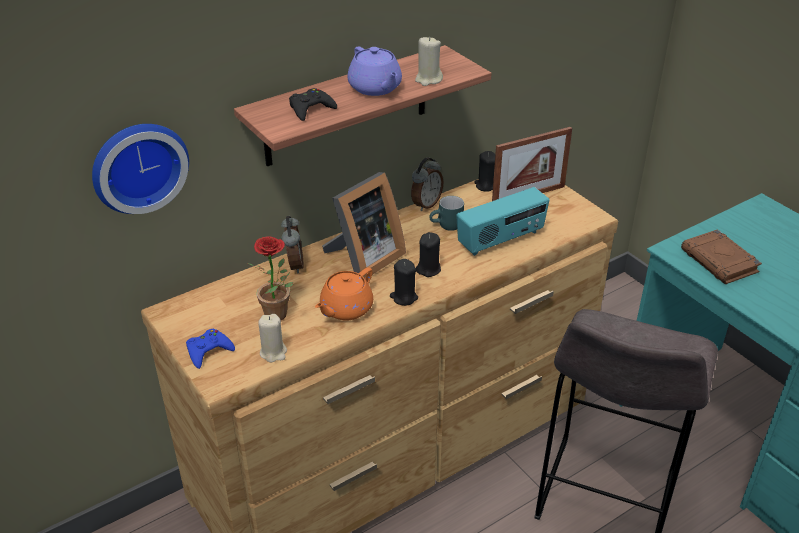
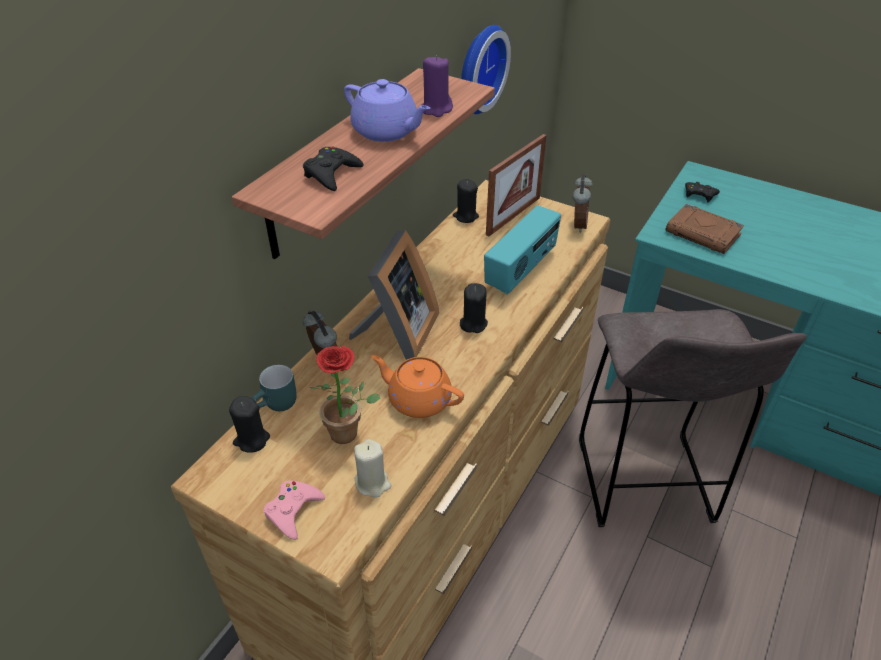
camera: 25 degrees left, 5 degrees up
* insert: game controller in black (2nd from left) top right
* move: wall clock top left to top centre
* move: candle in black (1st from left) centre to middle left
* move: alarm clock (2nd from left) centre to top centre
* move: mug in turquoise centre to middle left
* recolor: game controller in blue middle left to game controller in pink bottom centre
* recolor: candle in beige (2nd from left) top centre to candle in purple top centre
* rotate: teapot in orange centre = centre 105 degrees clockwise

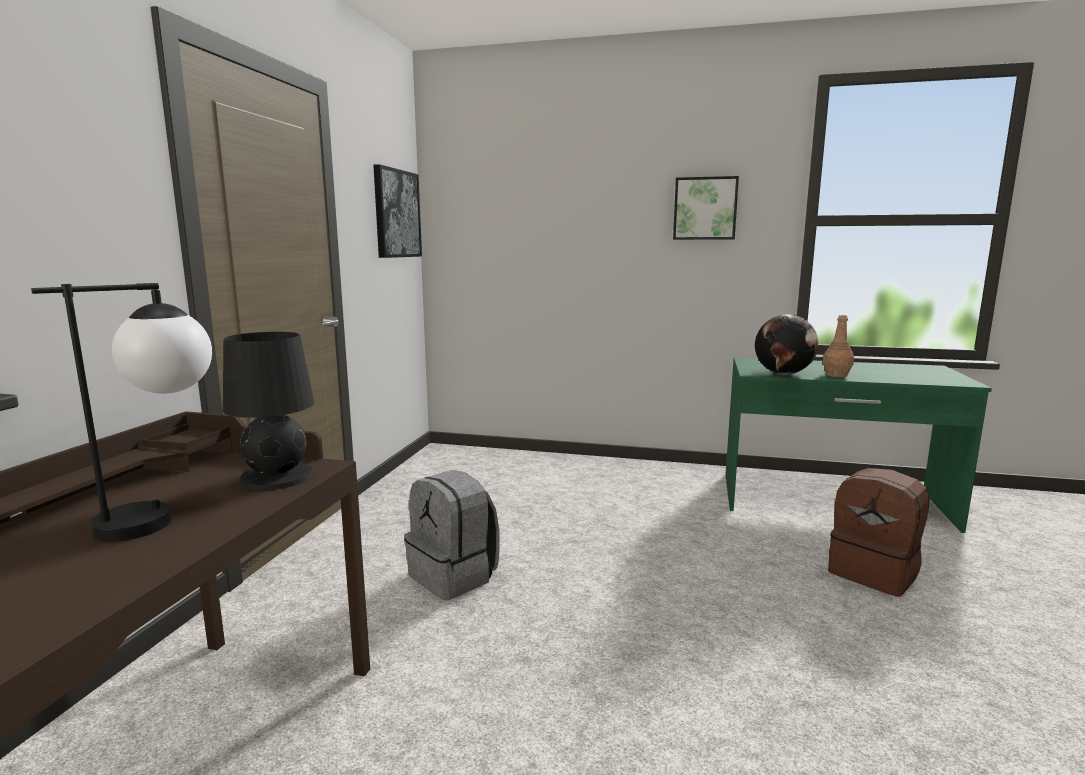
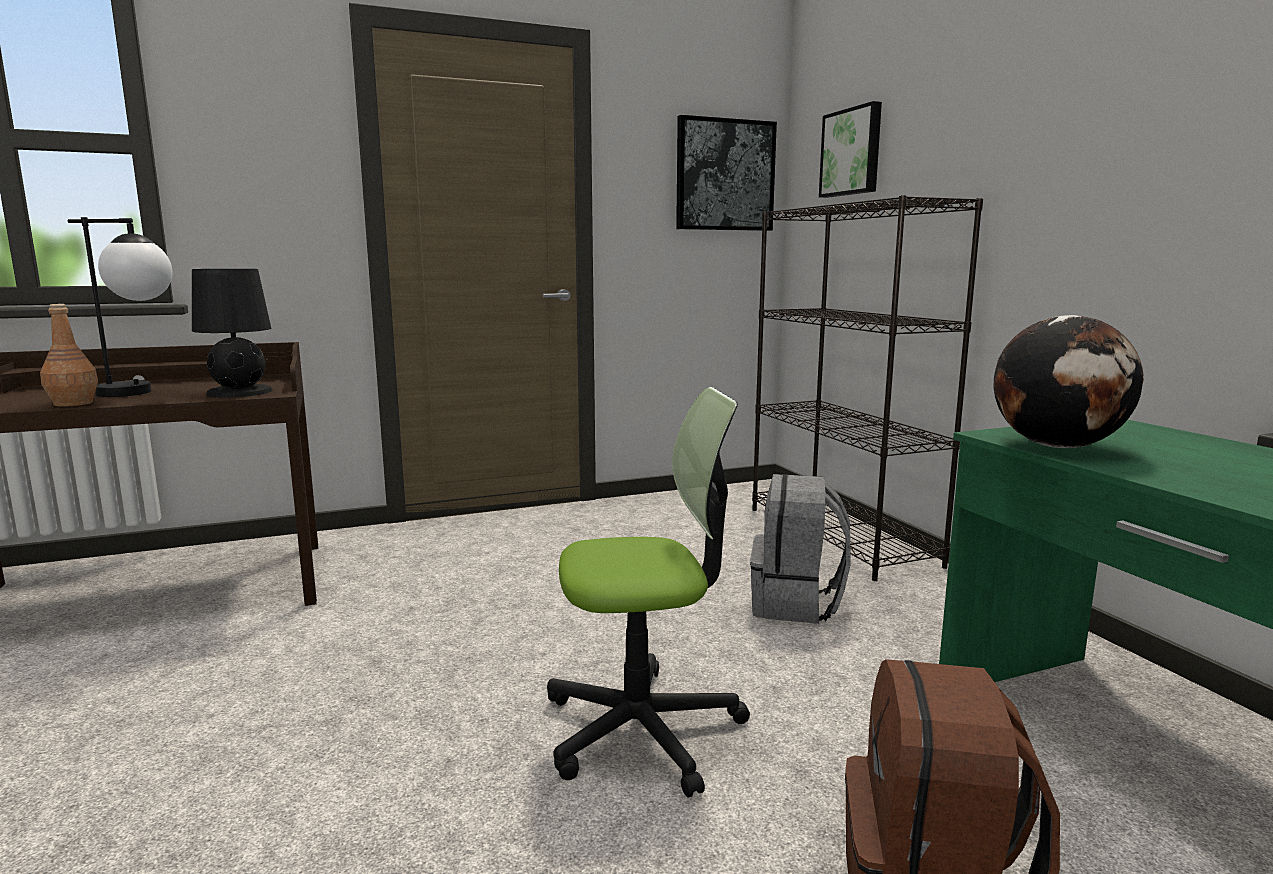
camera: 55 degrees right, 0 degrees up
* insert: office chair bottom centre
* insert: bookcase in black middle right
* move: backpack in grey bottom centre to centre
* move: picture (2nd from left) top centre to top right
* move: bottle in brown middle right to middle left

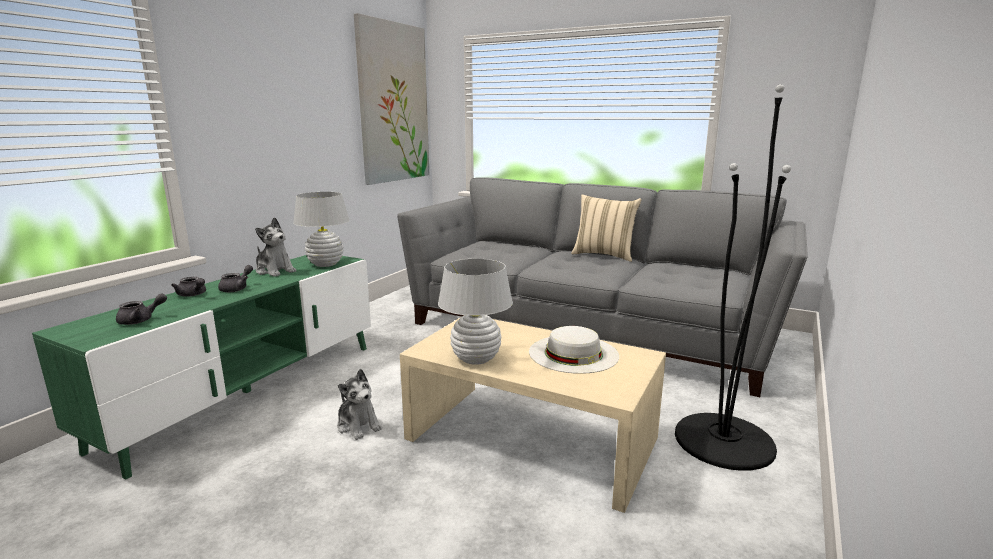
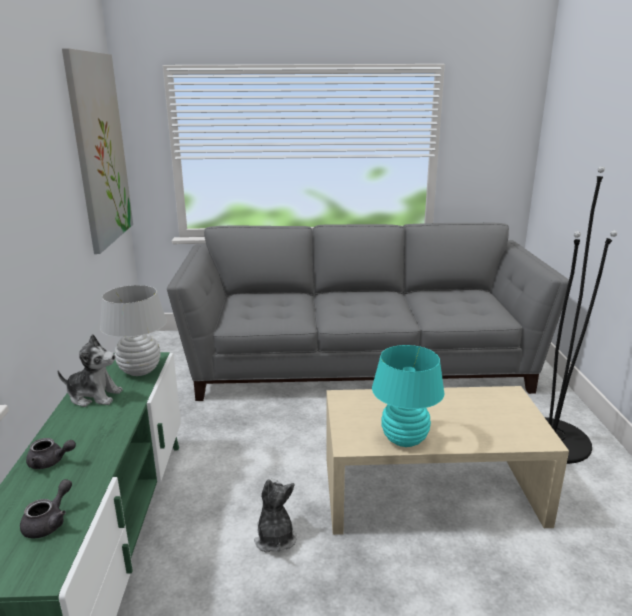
camera: 30 degrees left, 5 degrees up
* delete: teapot in grey (3rd from left) middle left
* delete: hat in white centre
* delete: pillow in beige centre
* recolor: table lamp in white (2nd from left) centre to table lamp in turquoise centre
* rotate: plush toy (2nd from left) bottom centre = bottom centre 120 degrees counterclockwise

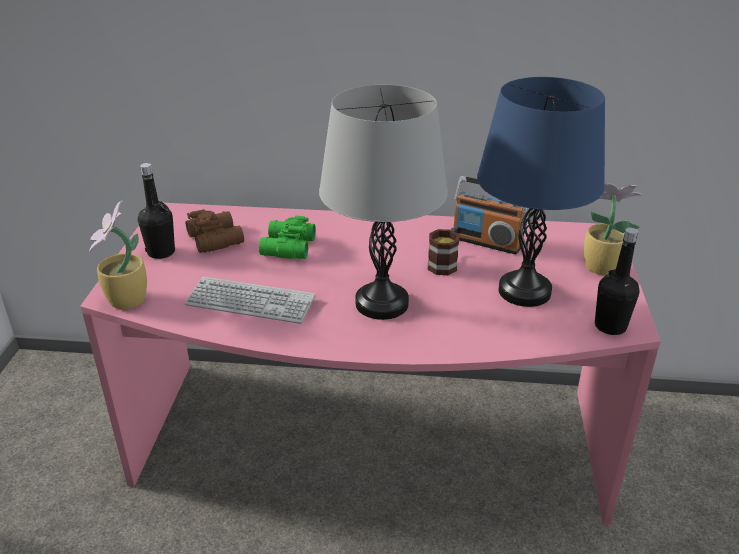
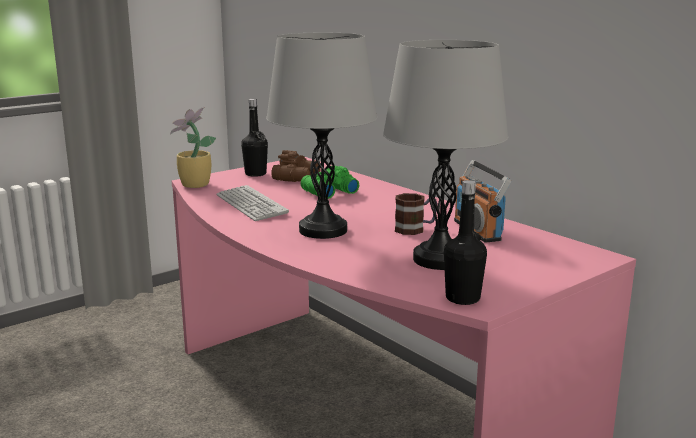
camera: 45 degrees right, 15 degrees down
* delete: potted plant (2nd from left) middle right
* recolor: table lamp in blue middle right to table lamp in grey (2nd from left) centre

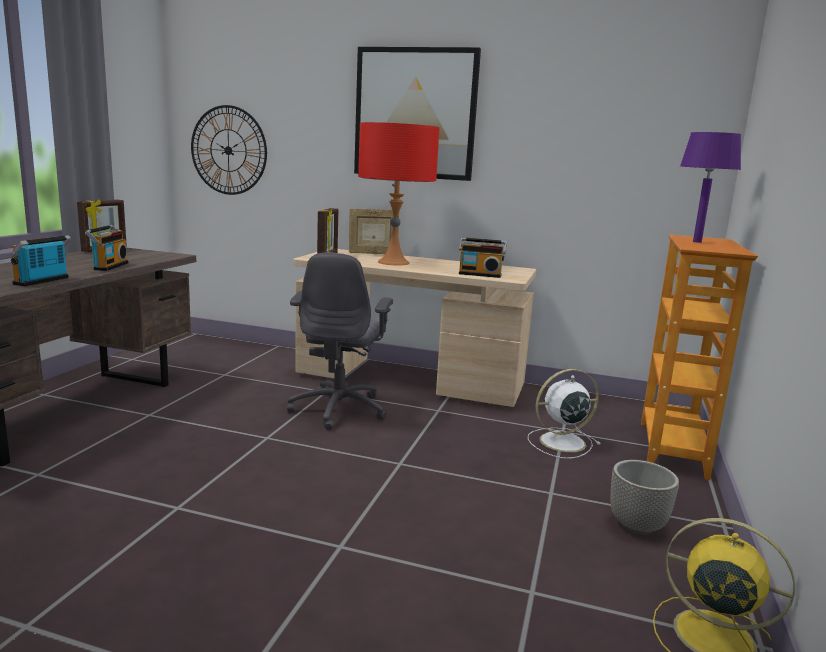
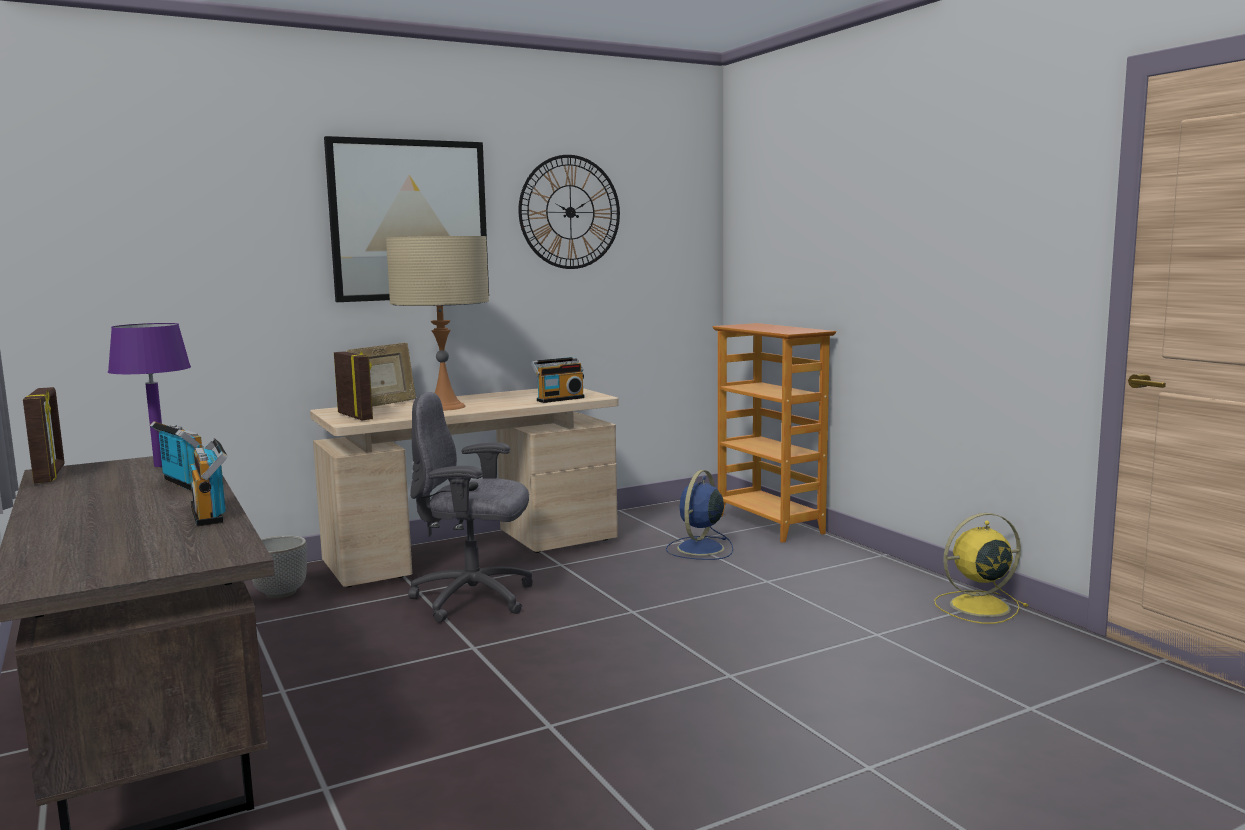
camera: 45 degrees left, 5 degrees down
* move: wall clock top left to top centre
* move: planter bottom right to bottom left
* move: table lamp in purple top right to middle left
* recolor: table lamp in red top centre to table lamp in beige centre
* recolor: fan in white middle right to fan in blue centre
* rotate: office chair in grey centre = centre 135 degrees clockwise

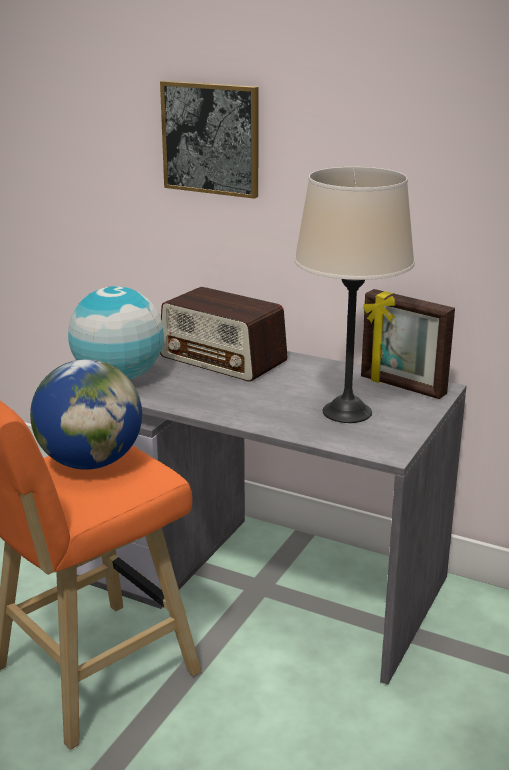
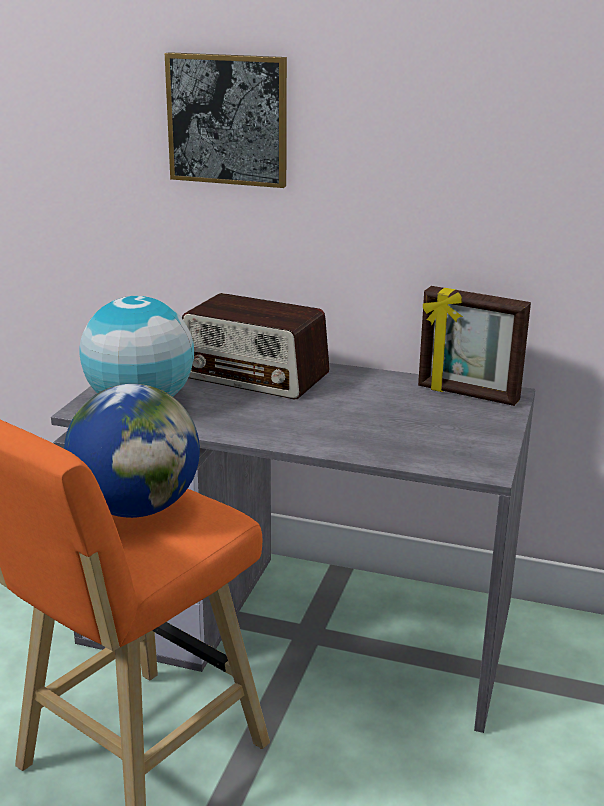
camera: 10 degrees left, 0 degrees up
* delete: table lamp in beige middle right

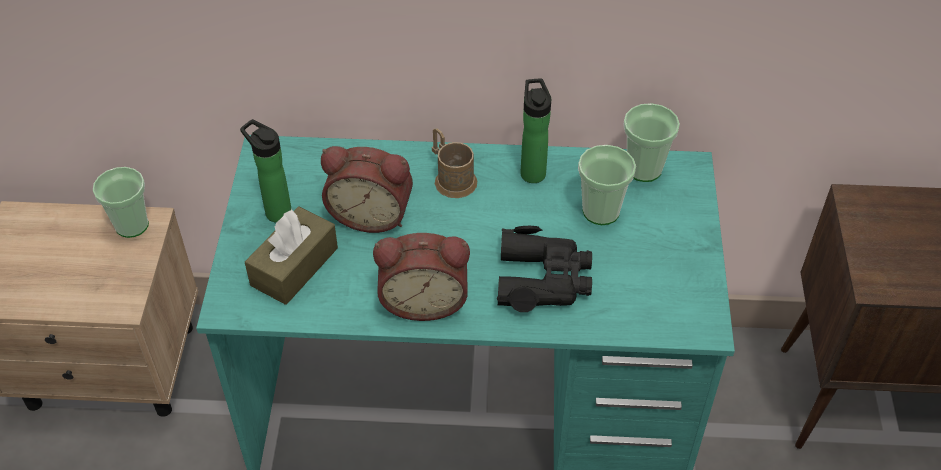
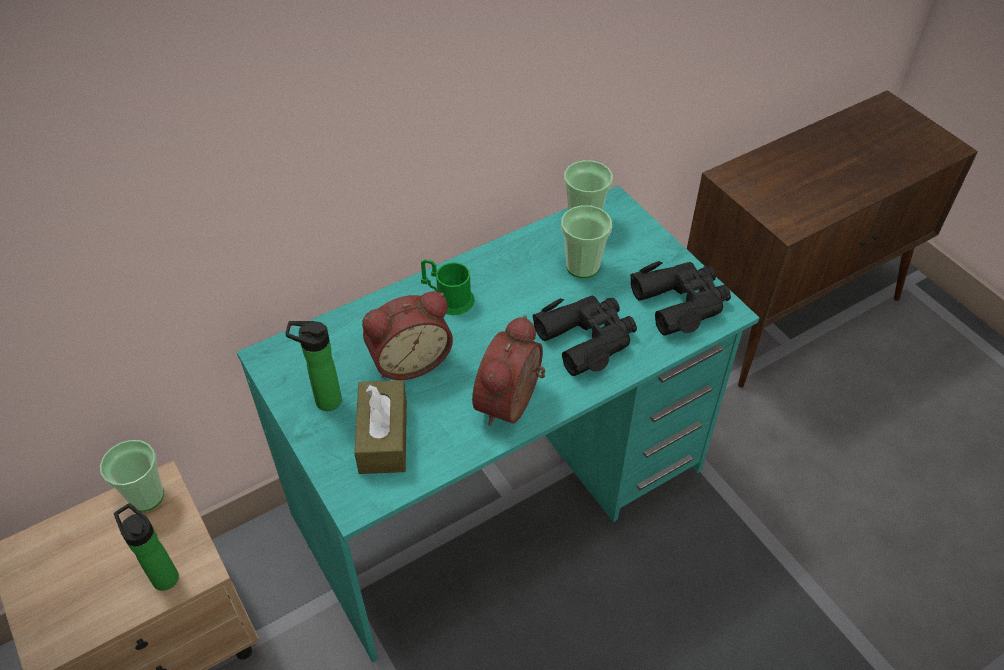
camera: 35 degrees left, 0 degrees up
* insert: binoculars in black (2nd from left) middle right
* move: bottle (2nd from left in the first image) top centre to bottle (1st from left) bottom left
* recolor: mug in brown centre to mug in green centre
* rotate: alarm clock (2nd from left) centre = centre 150 degrees clockwise

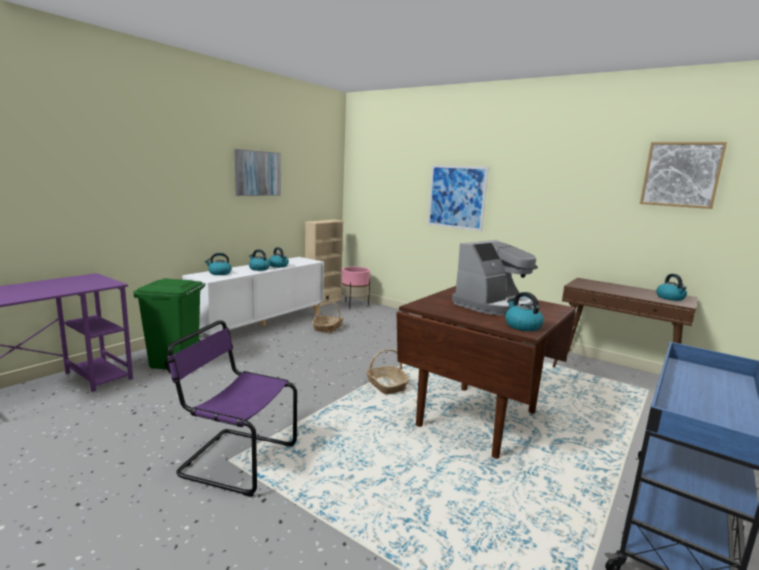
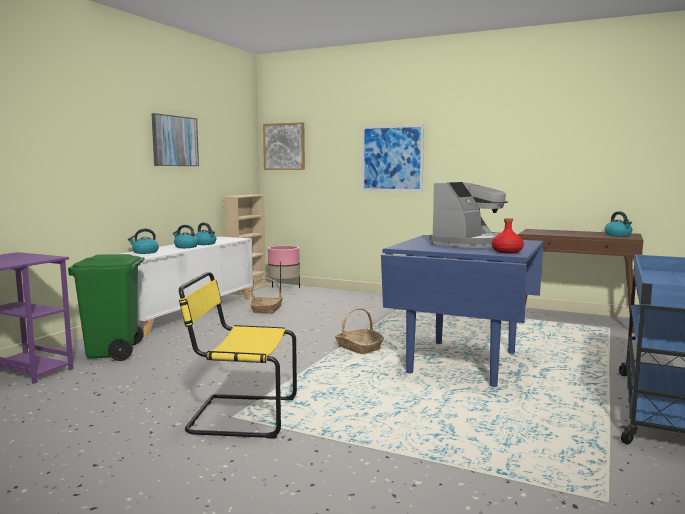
camera: 10 degrees left, 5 degrees down
* move: picture (3rd from left in the first image) top right to picture (2nd from left) top centre
* replace: kettle (4th from left) middle right to bottle in red middle right
* recolor: chair in purple bottom left to chair in yellow bottom centre
* recolor: dining table in brown centre to dining table in blue middle right

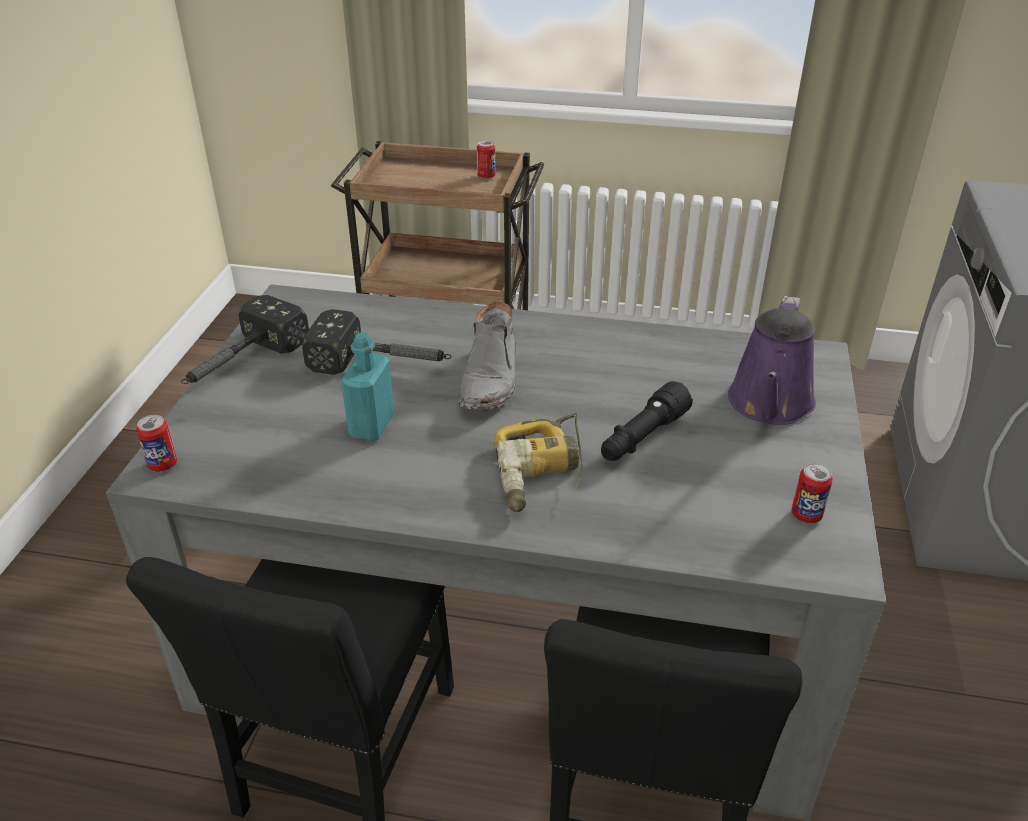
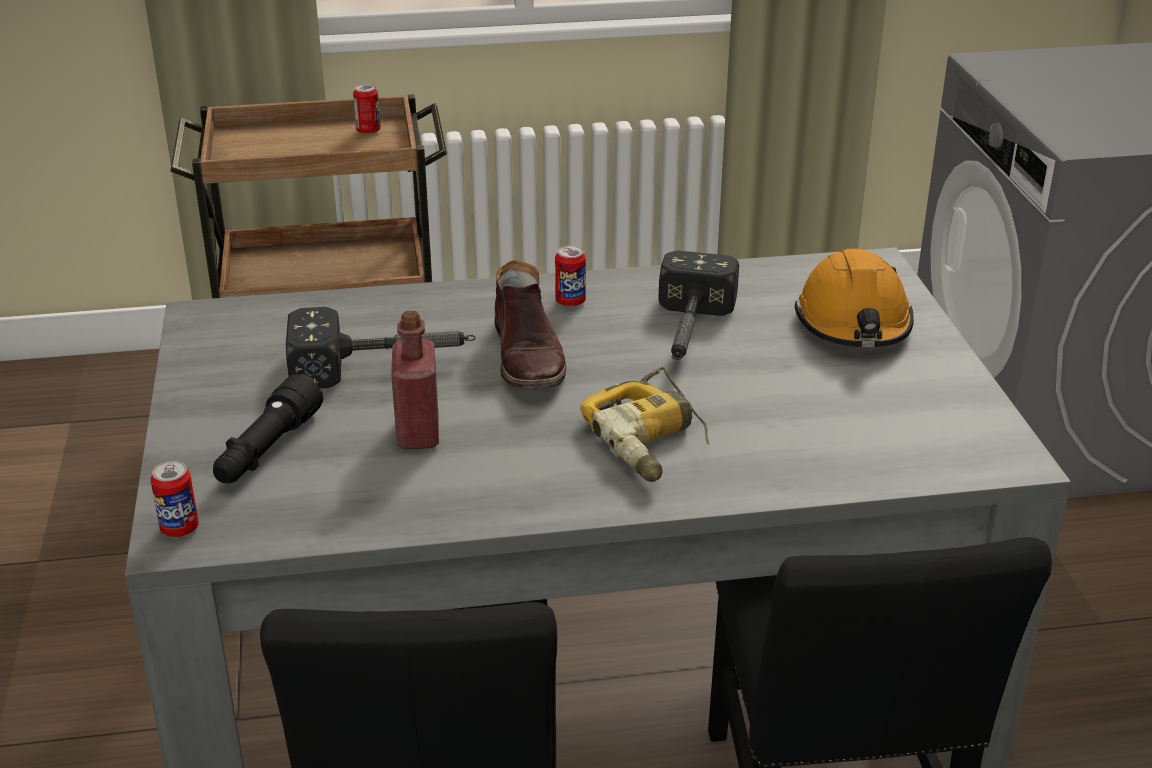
camera: 20 degrees left, 5 degrees down
* move: hammer (1st from left in the first image) middle left to hammer (2nd from left) centre
* move: flashlight in black centre to middle left
* move: can (3rd from left) middle right to centre
* replace: watering can in purple middle right to hard hat in orange middle right
* recolor: bottle in turquoise centre to bottle in red centre
* recolor: boot in grey centre to boot in brown centre

